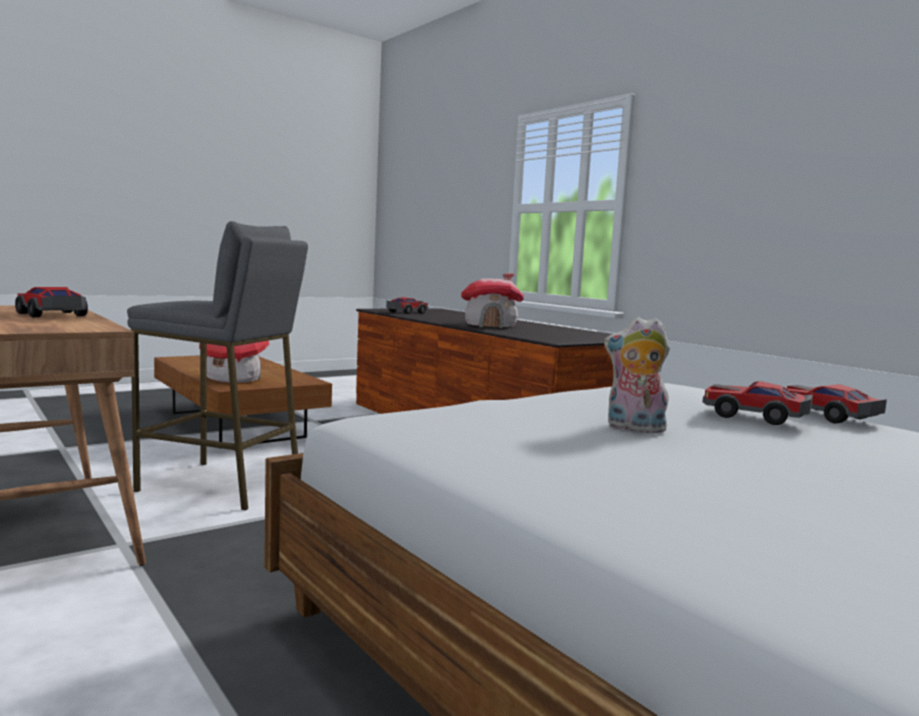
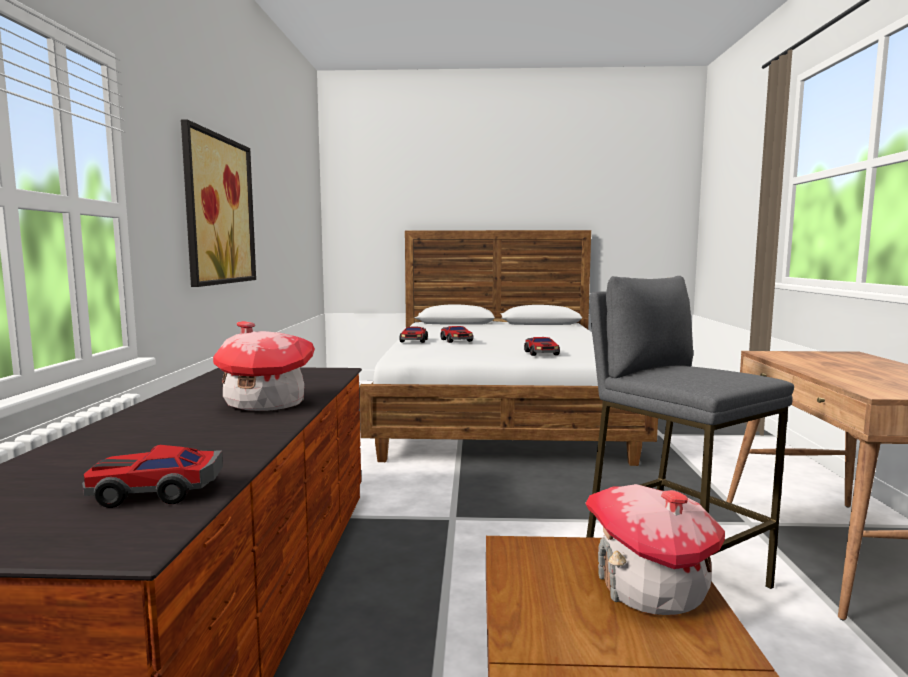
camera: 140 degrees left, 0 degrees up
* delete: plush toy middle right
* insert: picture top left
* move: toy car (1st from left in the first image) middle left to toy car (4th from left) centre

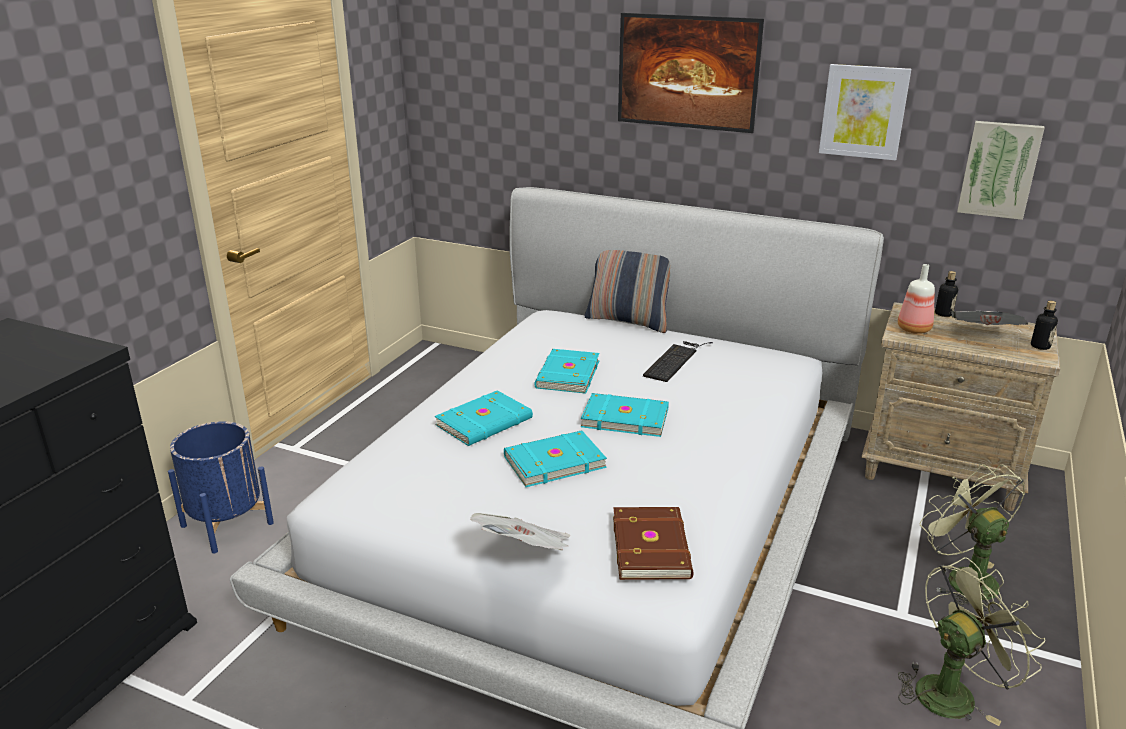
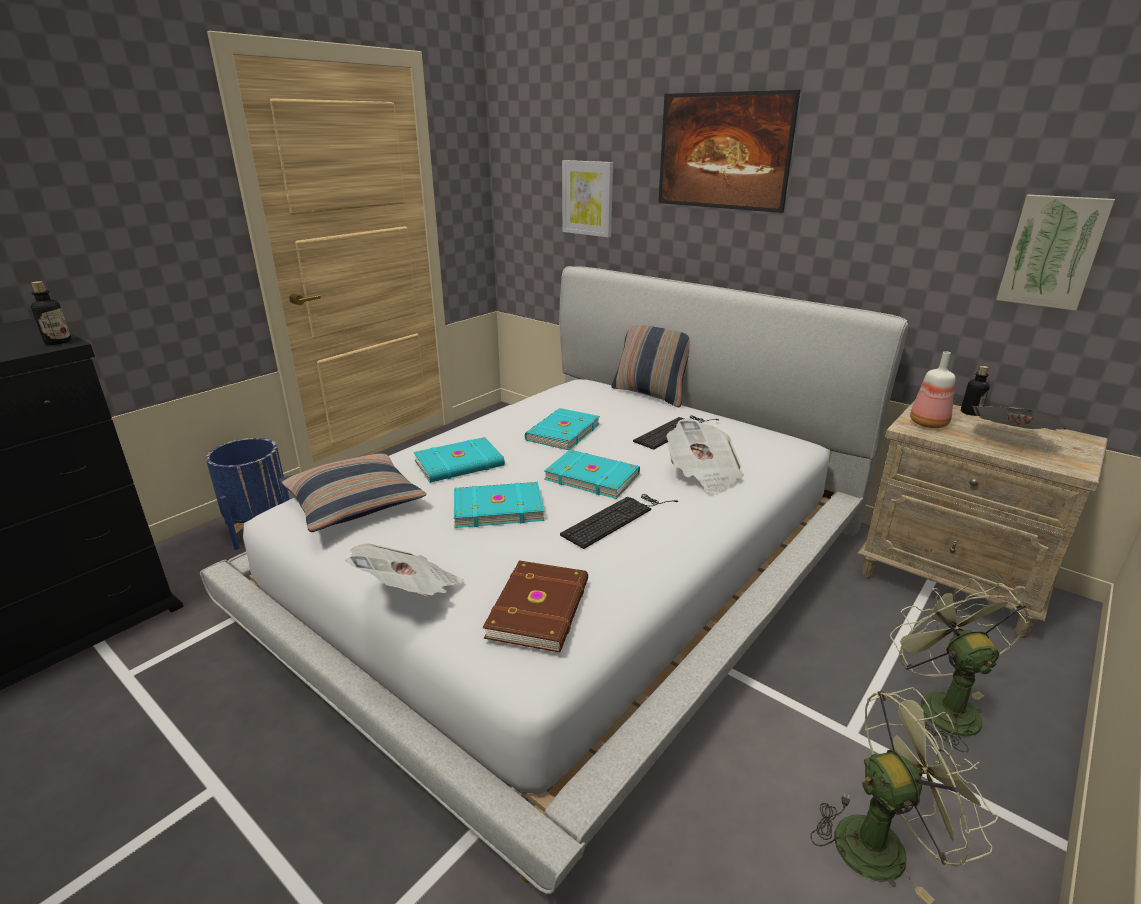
camera: 15 degrees right, 0 degrees up
* insert: pillow (1st from left) middle left
* insert: keyboard (1st from left) centre
* insert: newspaper (2nd from left) centre
* move: picture (2nd from left in the first image) top right to picture (1st from left) top centre
* move: bottle (3rd from left in the first image) middle right to bottle (1st from left) middle left

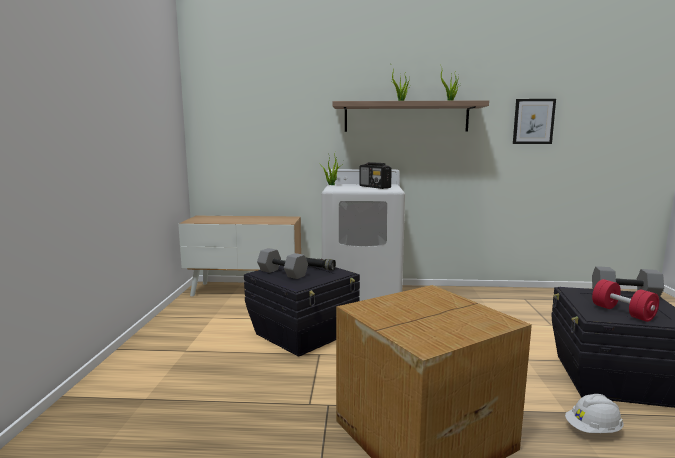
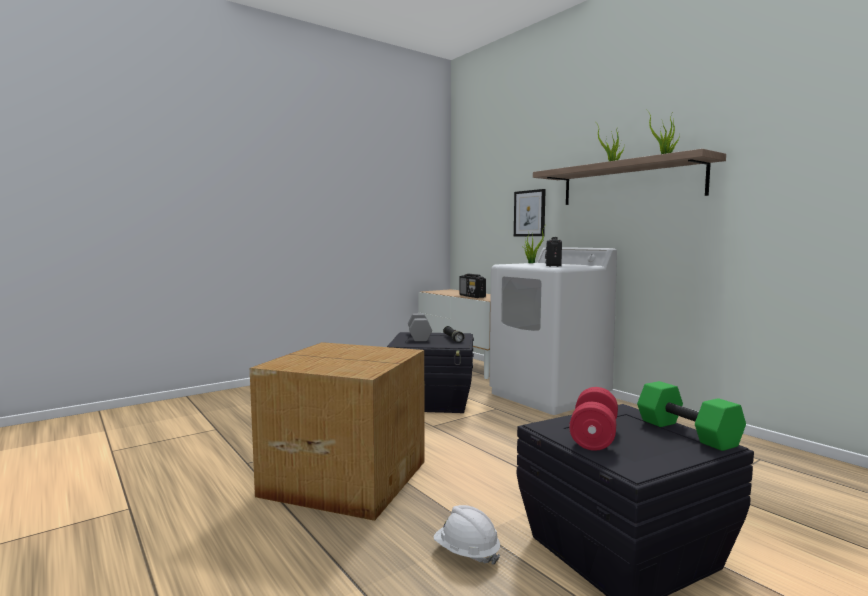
camera: 50 degrees right, 5 degrees down
* insert: radio (1st from left) centre
* move: picture top right to centre
* recolor: dumbbell in grey (2nd from left) middle right to dumbbell in green bottom right

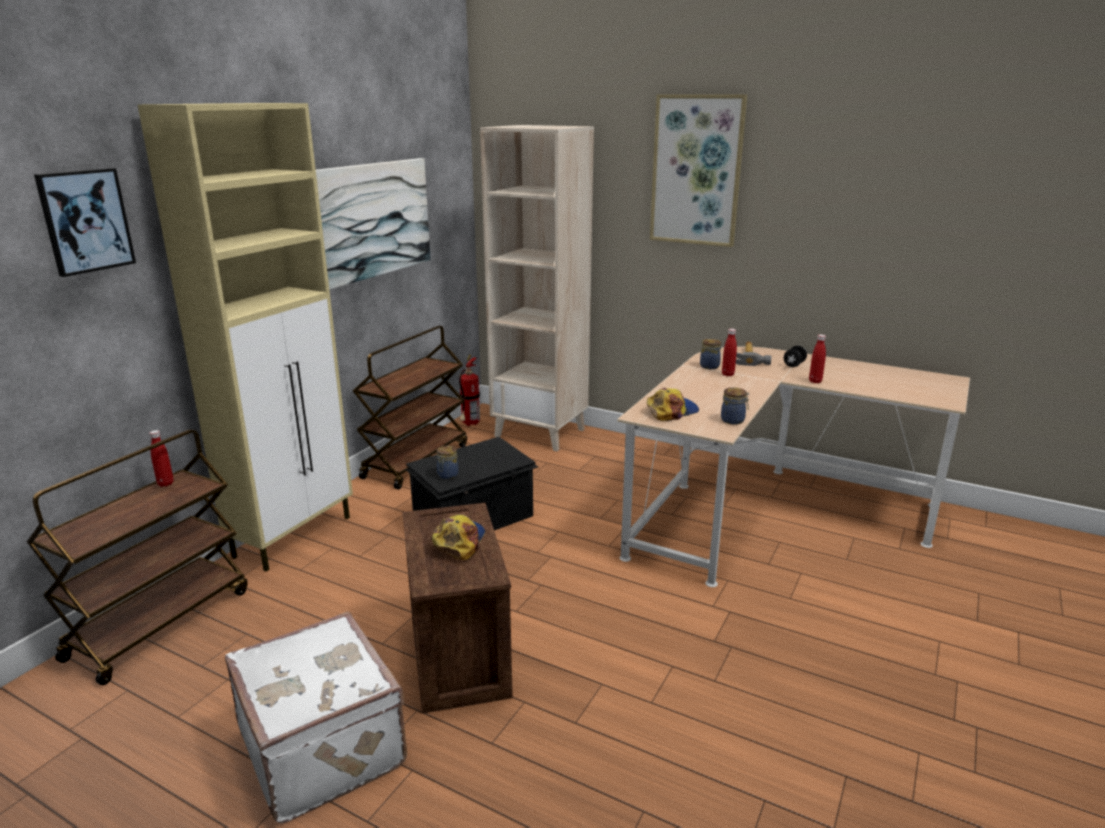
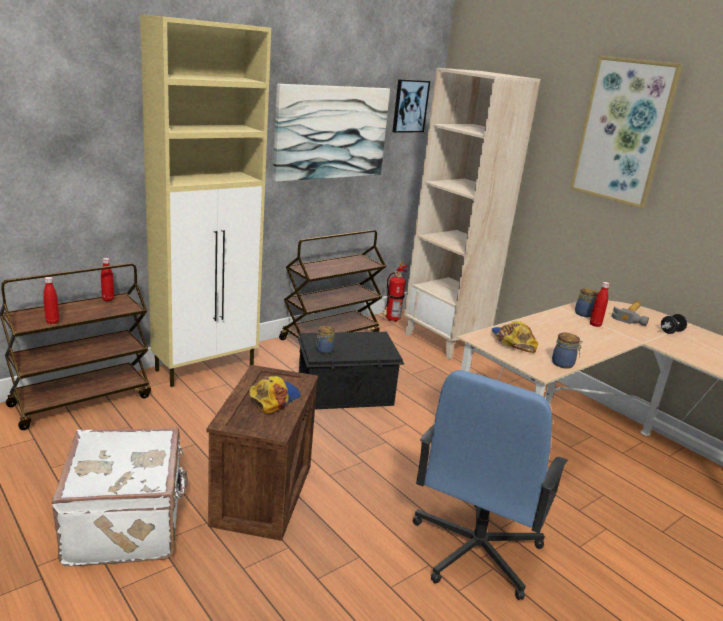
camera: 20 degrees right, 0 degrees up
* insert: office chair in blue bottom right
* move: picture (1st from left in the first image) top left to picture (2nd from left) top centre
* move: bottle in red (3rd from left in the first image) middle right to bottle in red (1st from left) middle left
* rotate: cap (2nd from left) centre = middle right 90 degrees counterclockwise

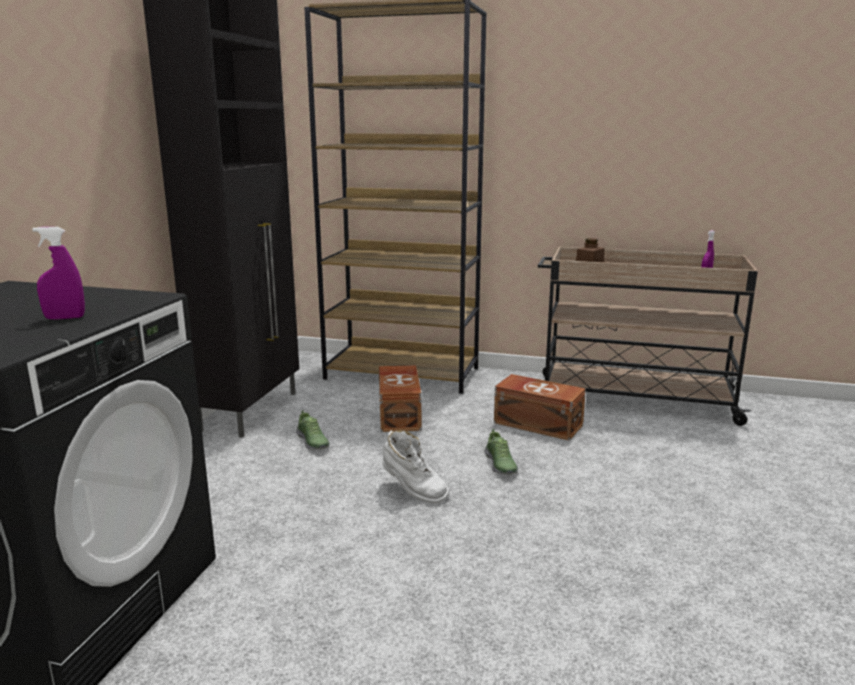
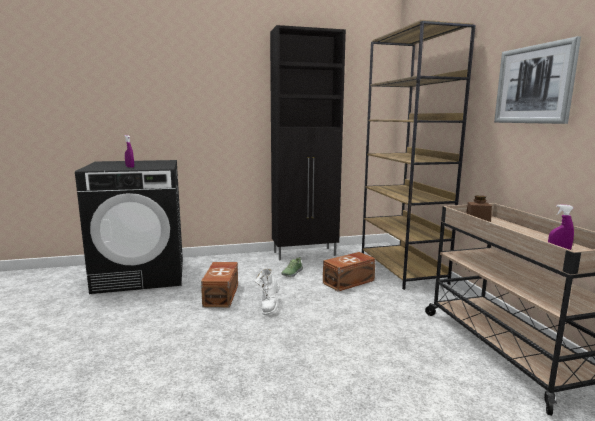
camera: 60 degrees right, 5 degrees down
* delete: shoe (2nd from left) centre
* insert: picture top right
* move: storage box in brown (2nd from left in the first image) centre to storage box in brown (1st from left) bottom centre

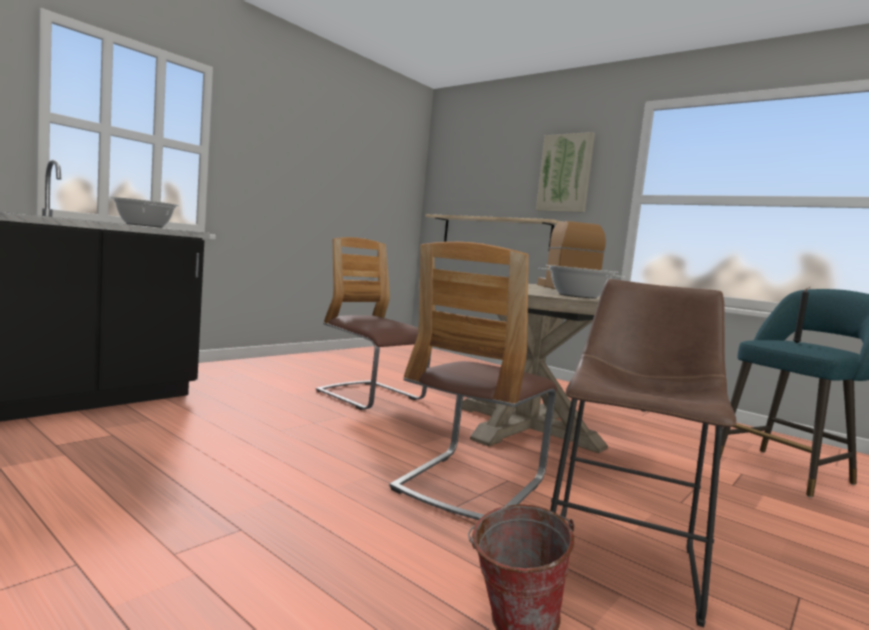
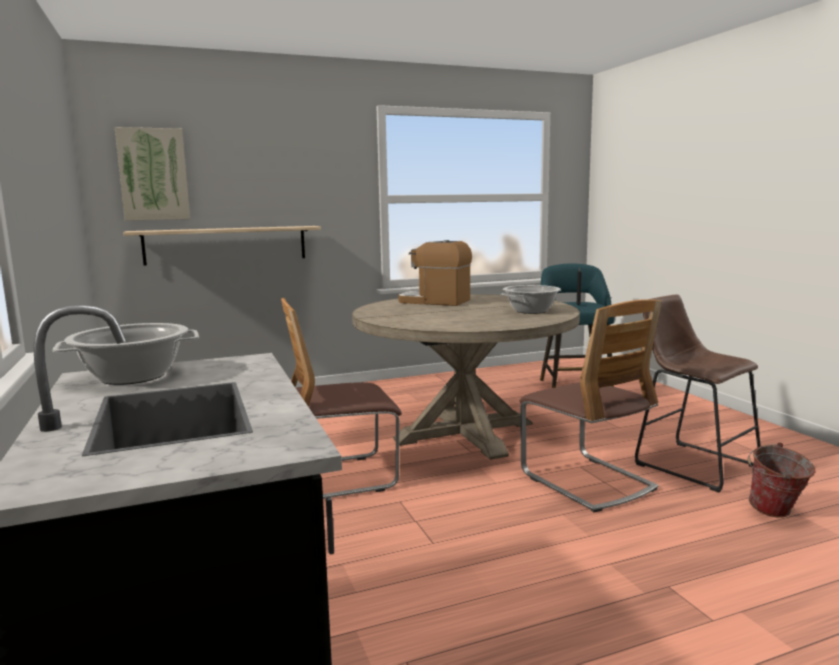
camera: 60 degrees left, 5 degrees up
* move: picture top centre to top left

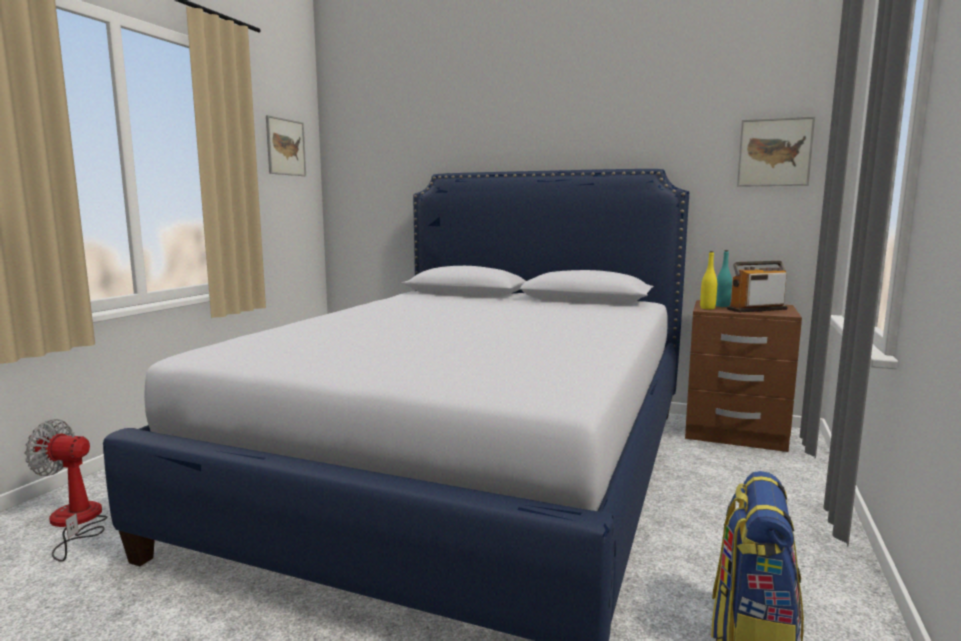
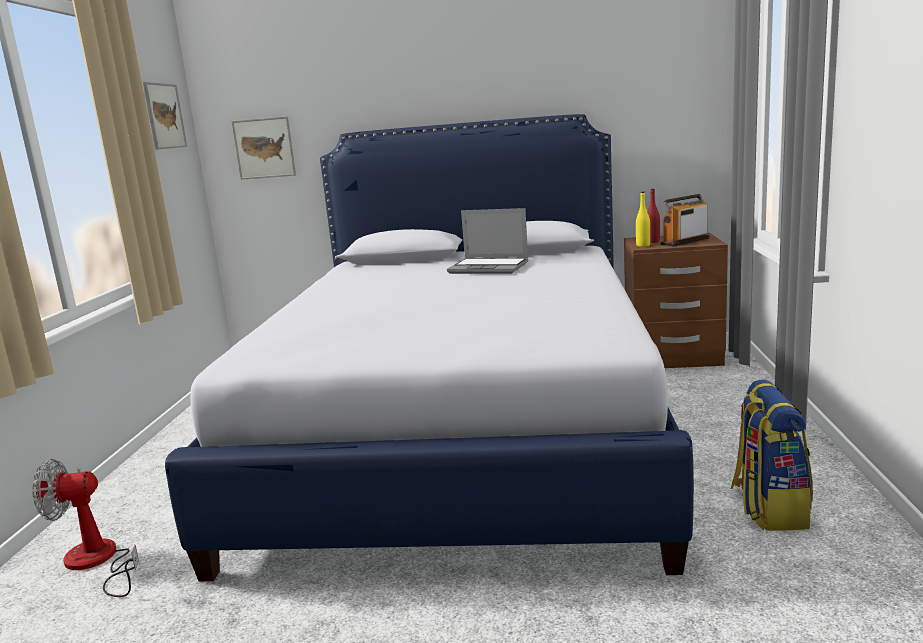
camera: 15 degrees left, 5 degrees up
* insert: laptop centre
* move: picture (2nd from left) top right to top left
* recolor: bottle in turquoise middle right to bottle in red middle right

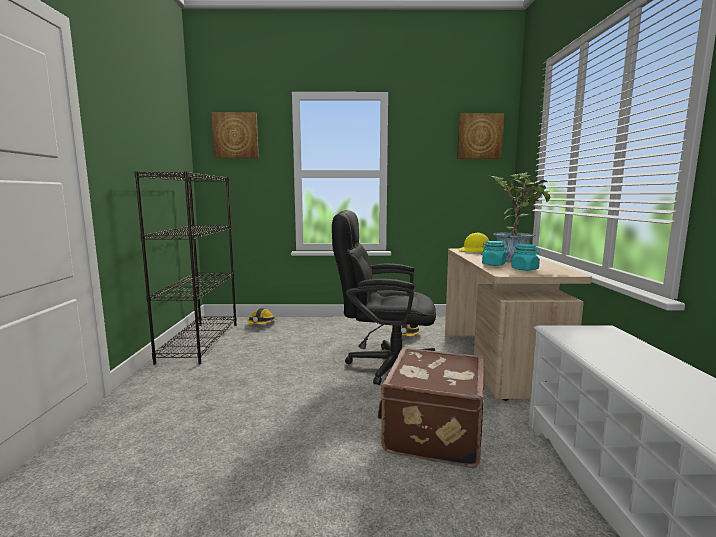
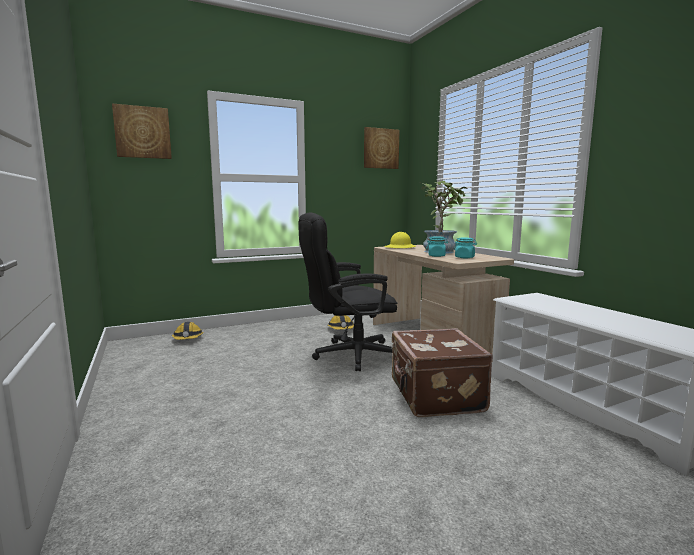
camera: 25 degrees left, 0 degrees up
* delete: bookcase in black middle left

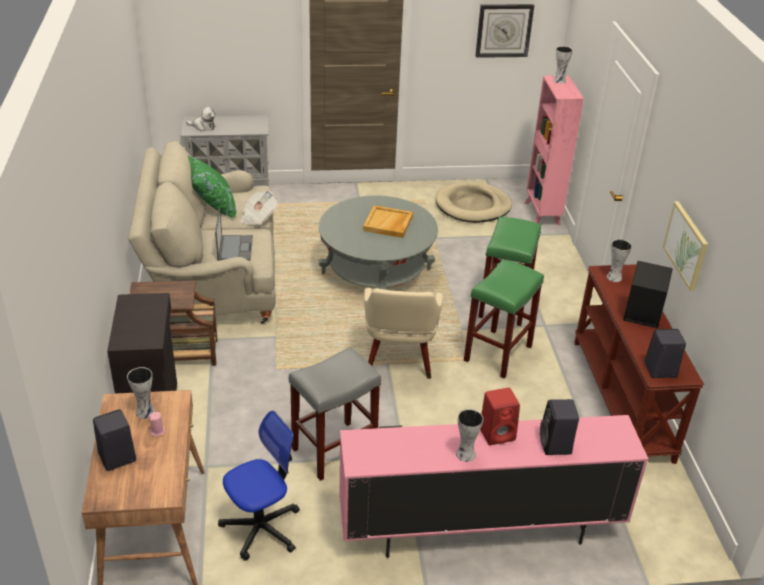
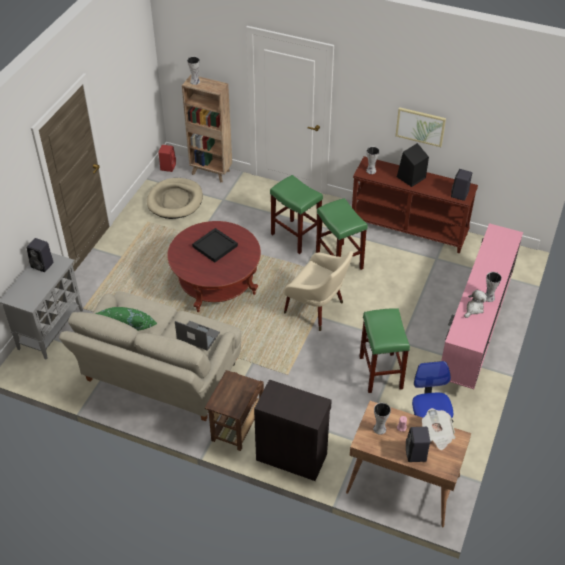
camera: 60 degrees left, 10 degrees up
* delete: wall clock top centre
* move: plush toy top left to middle right
* move: newspaper centre to bottom right
* move: speaker in red bottom centre to top left
* move: speaker in black (2nd from left in the first image) bottom right to speaker in black (1st from left) middle left
* recolor: stool in grey bottom centre to stool in green (3rd from left) middle right
* recolor: coffee table in grey centre to coffee table in red centre
* recolor: tray in beige centre to tray in black centre
* recolor: bookcase in pink top right to bookcase in brown top centre

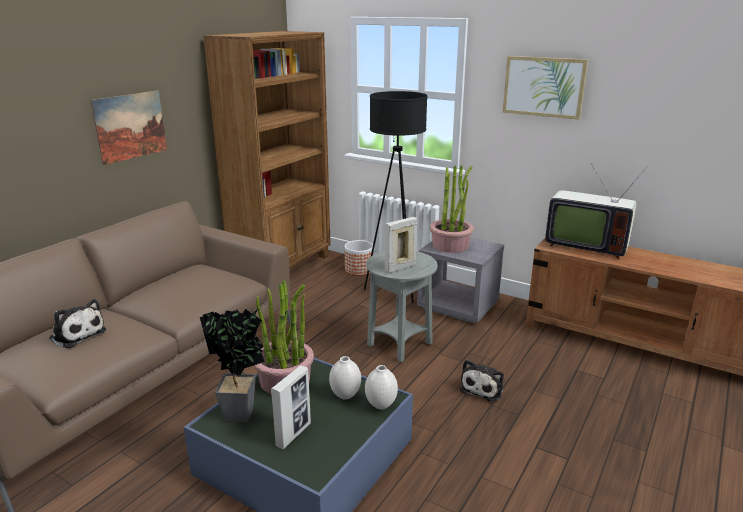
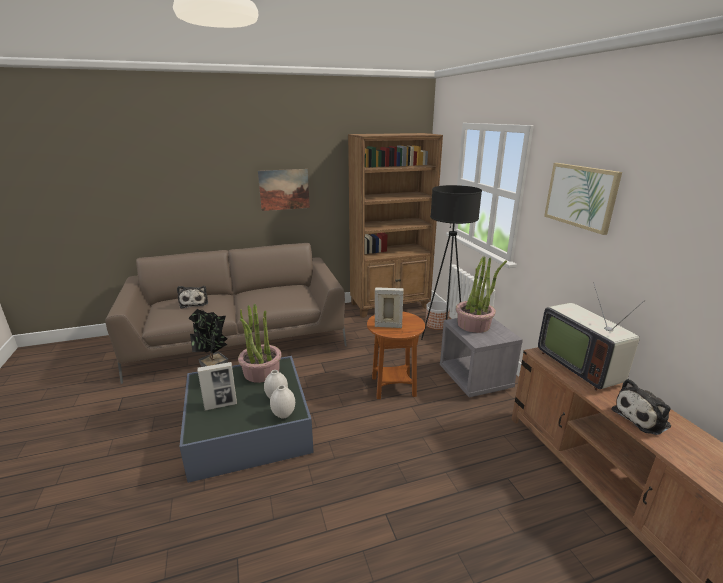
camera: 40 degrees right, 0 degrees up
* move: plush toy (2nd from left) bottom centre to bottom right
* recolor: side table in grey centre to side table in brown centre

